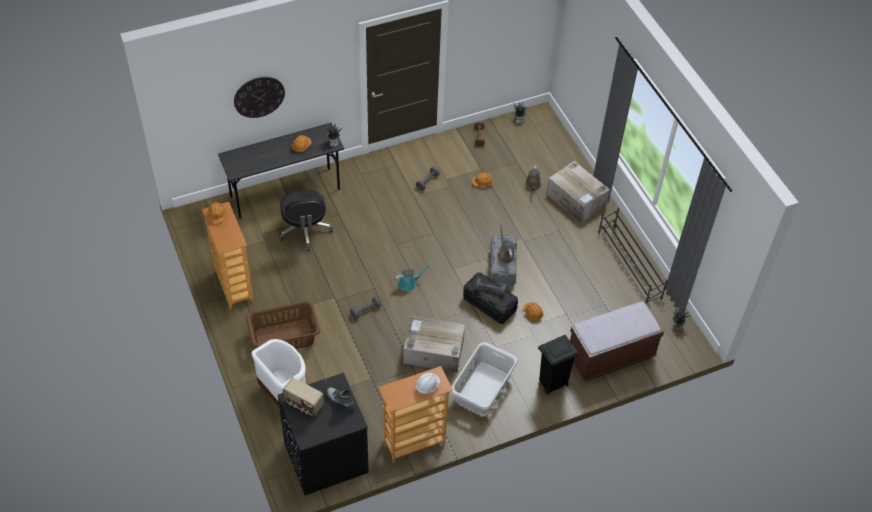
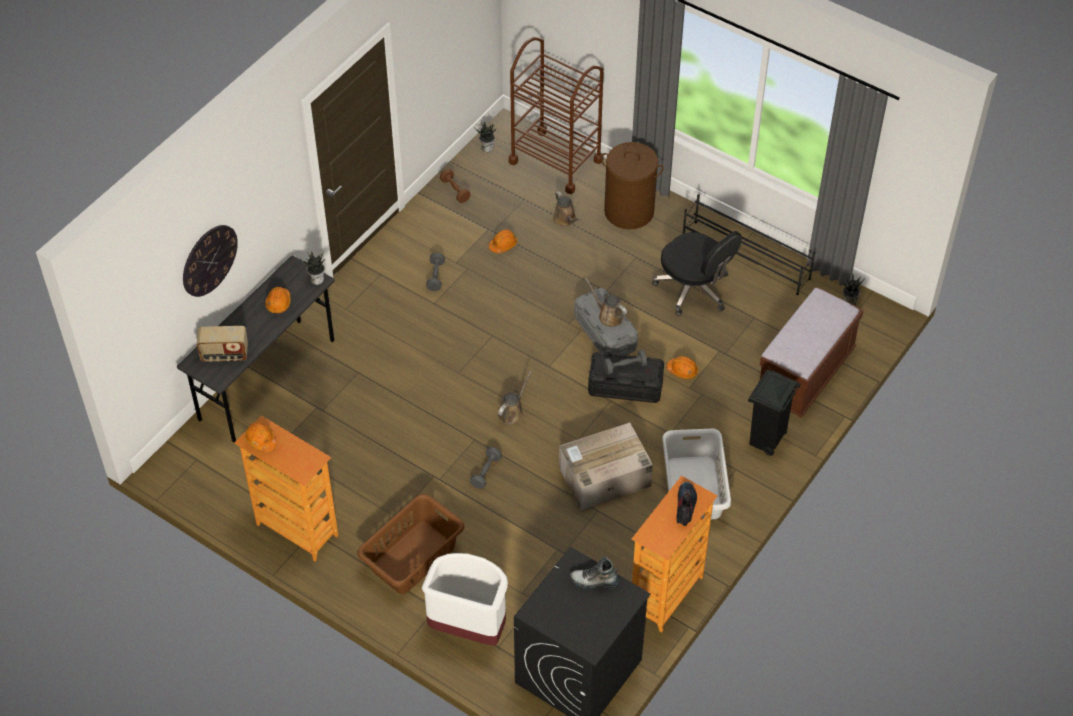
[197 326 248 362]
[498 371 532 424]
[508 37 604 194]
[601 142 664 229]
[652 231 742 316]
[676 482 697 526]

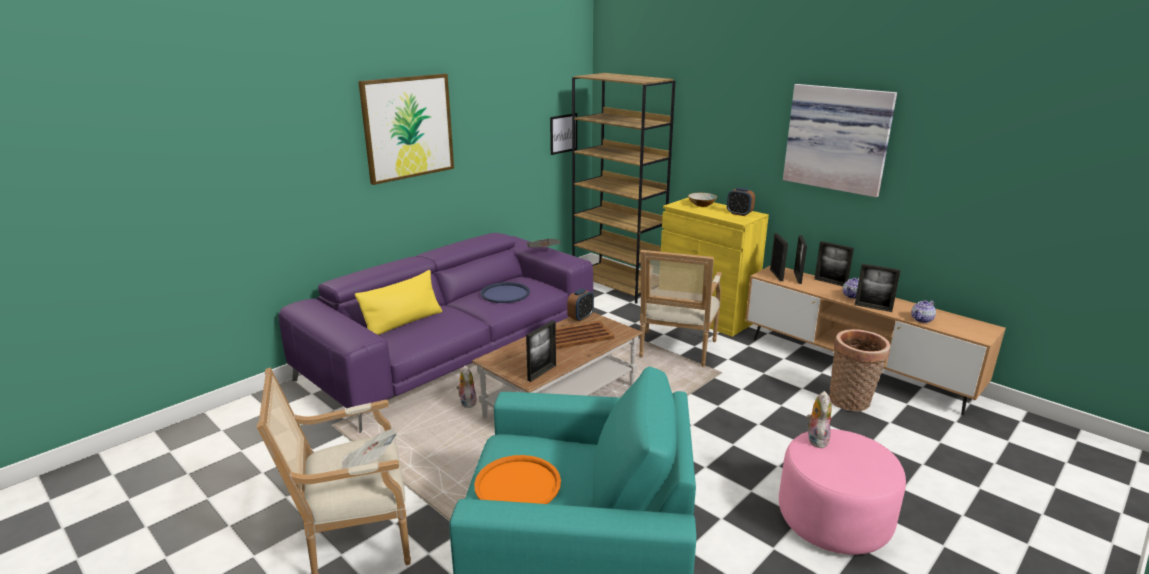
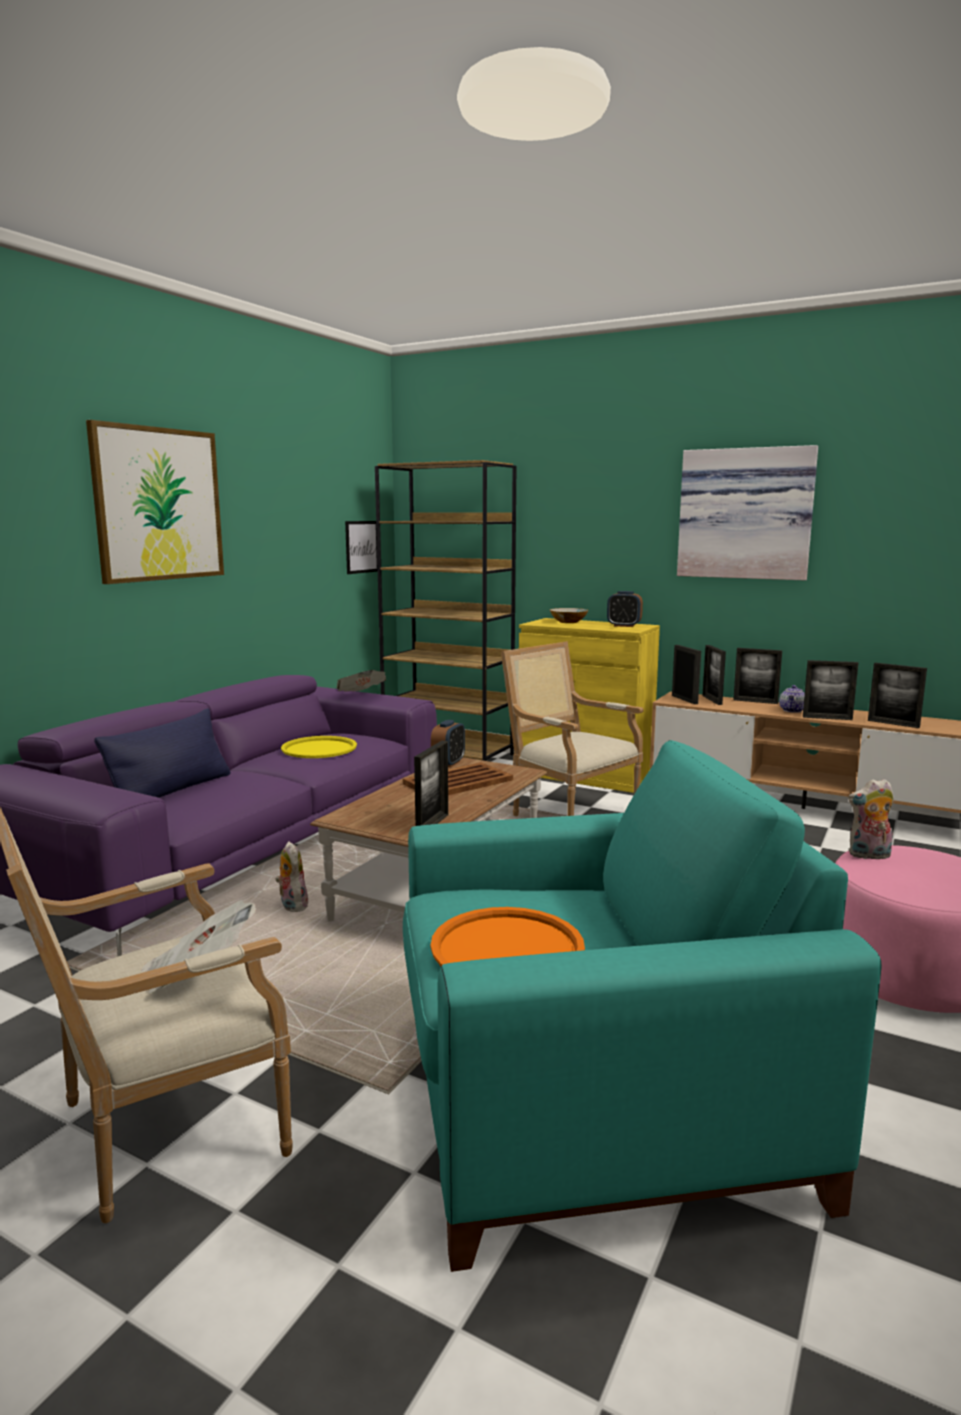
[94 708 231 798]
[281 736 357 758]
[501 641 644 816]
[848 779 894 859]
[868 663 927 728]
[829 329 890 411] (first image)

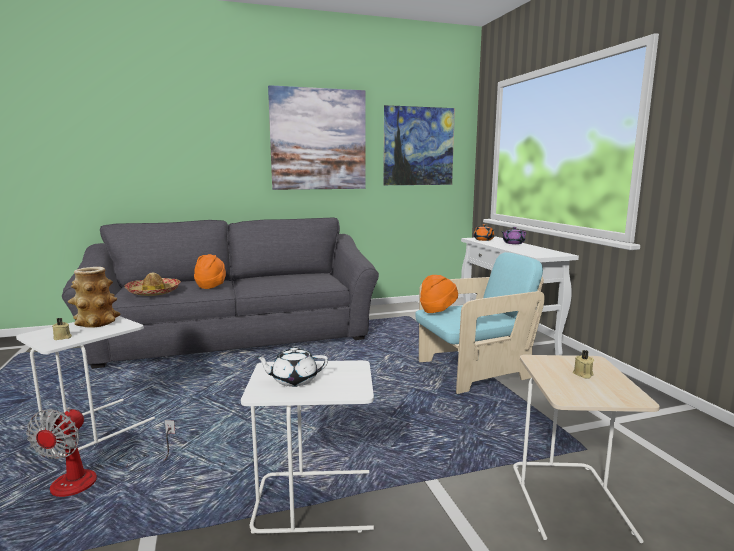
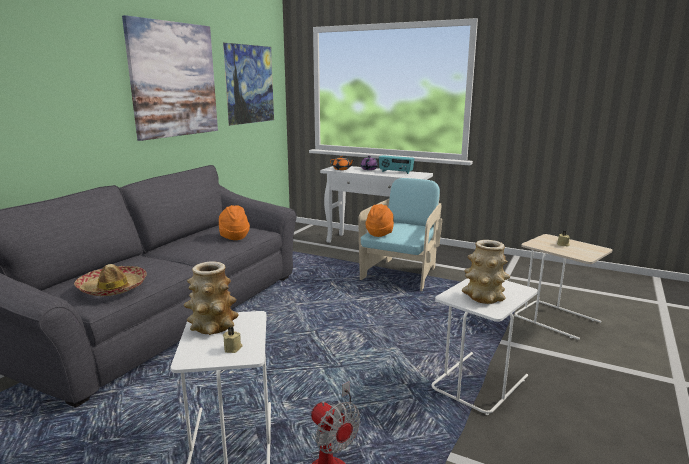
[219 205 250 240]
[379 155 415 174]
[462 240 510 304]

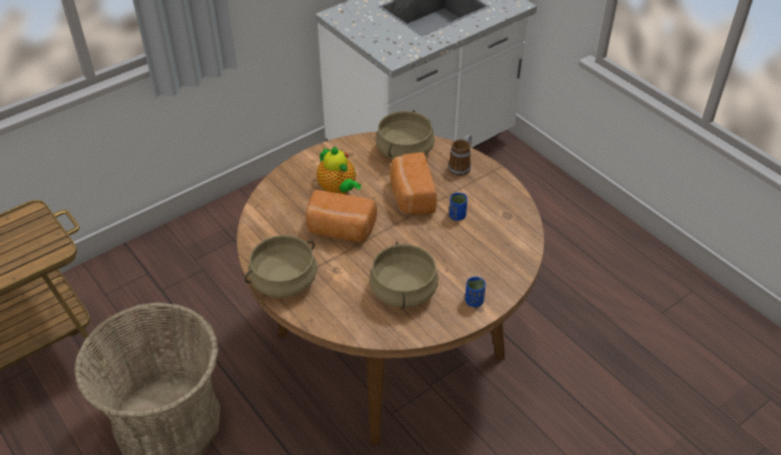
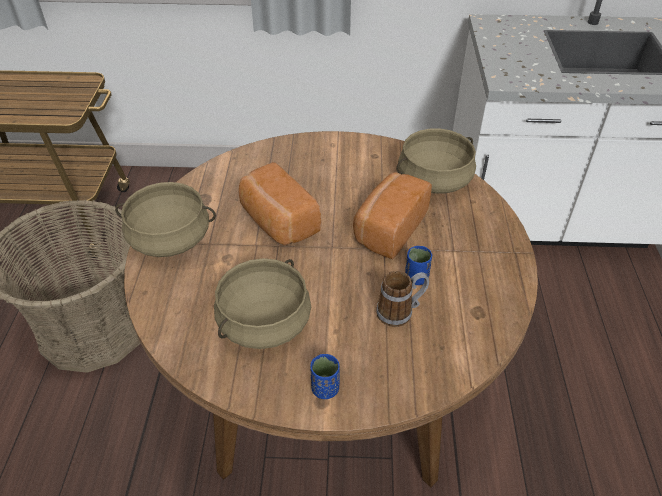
[376 271 429 327]
[316 147 361 194] (first image)

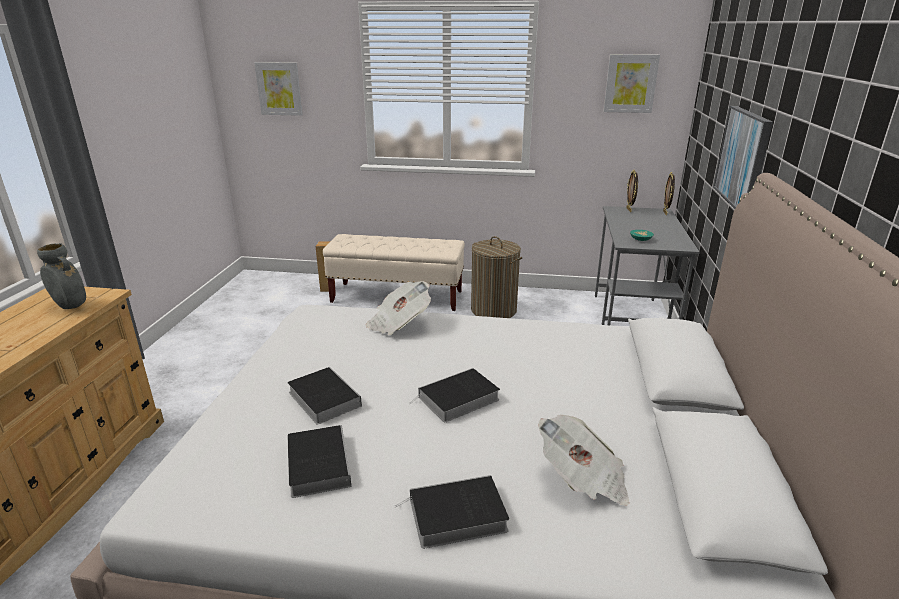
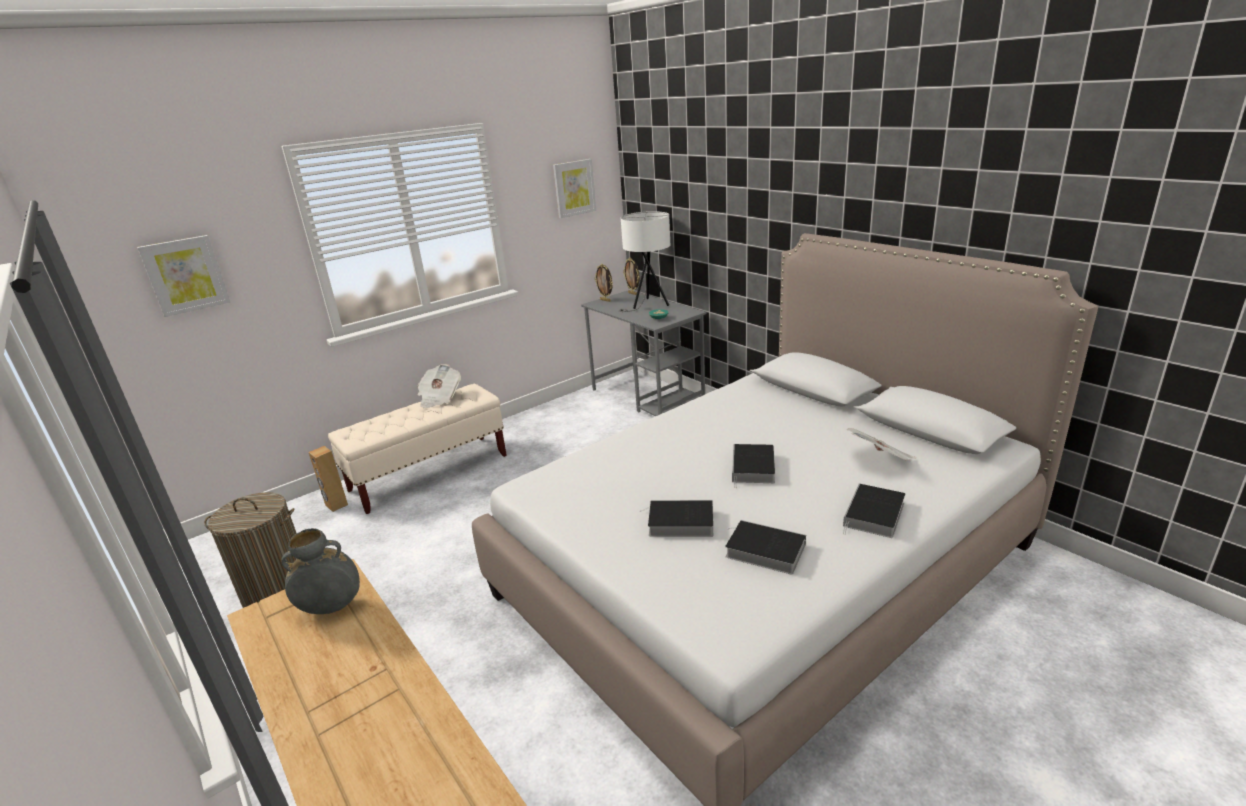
[204 492 297 608]
[418 364 461 408]
[618 211 670 312]
[713 106 773 208] (first image)

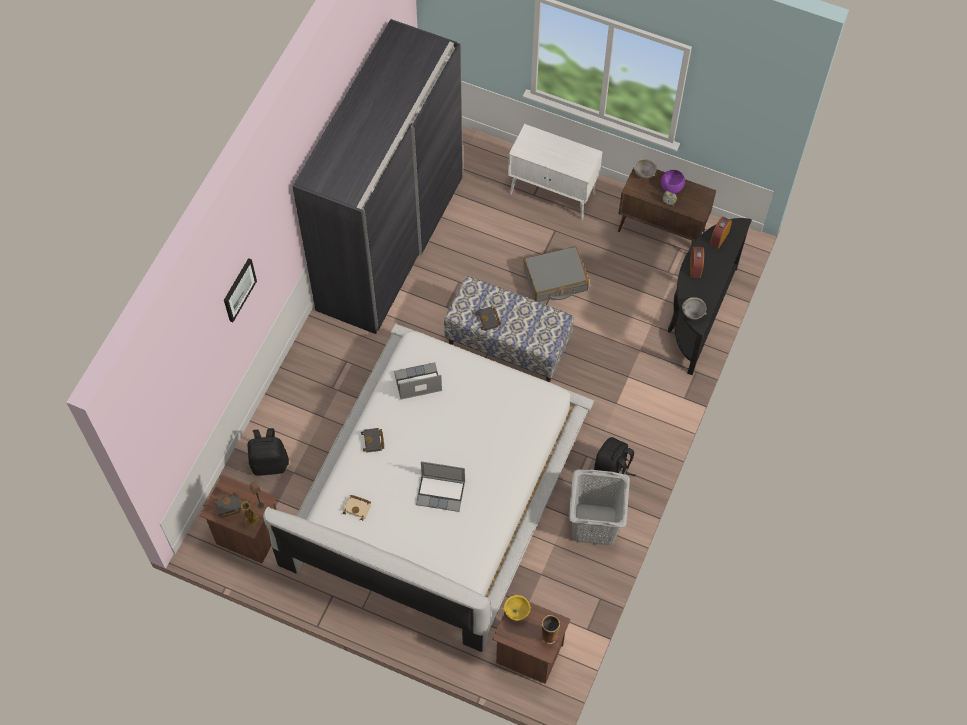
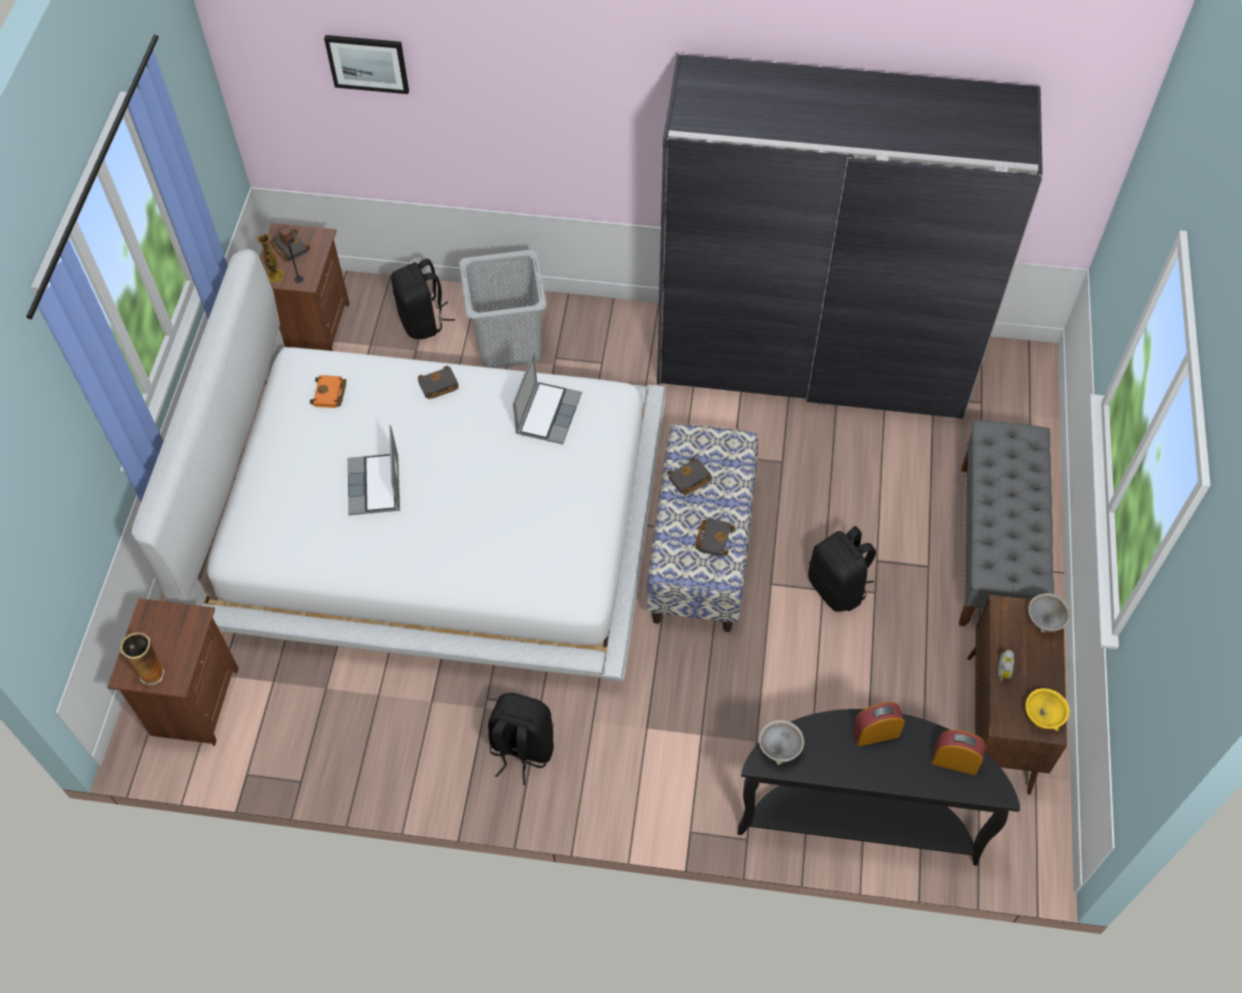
[310 375 347 408]
[324 35 409 94]
[459 250 547 368]
[513 352 582 444]
[695 518 735 557]
[808 526 876 612]
[959 420 1054 626]
[1025 688 1070 731]
[661 170 685 194] (first image)

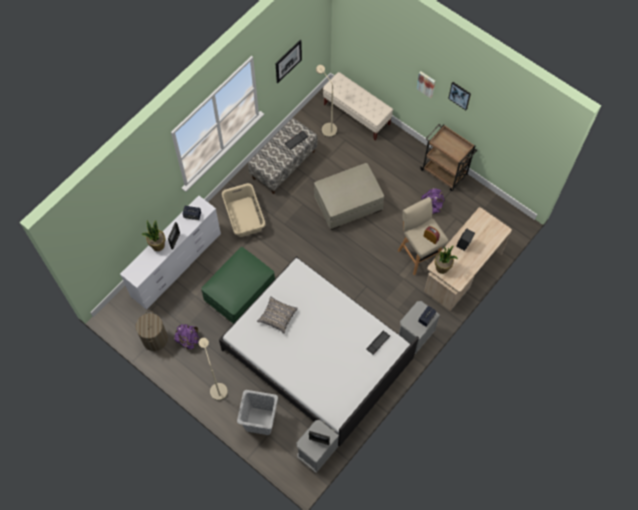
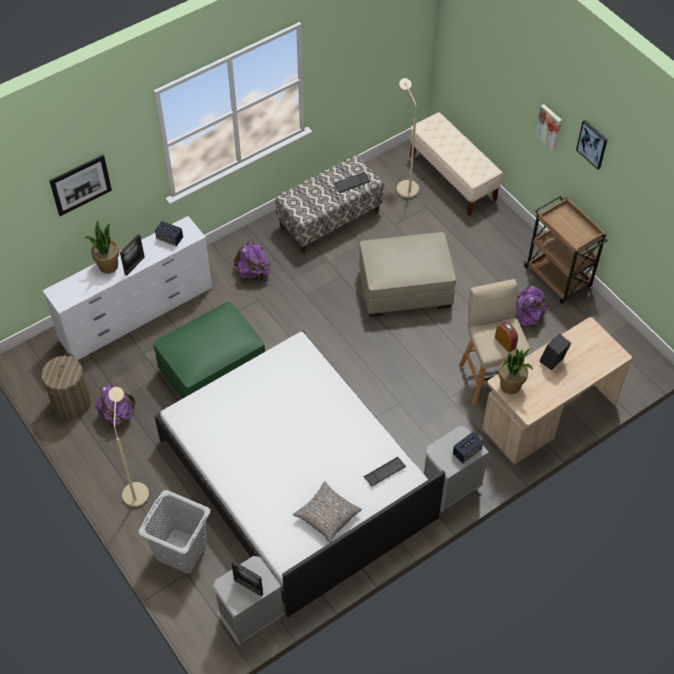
[49 155 112 216]
[233 240 271 281]
[293 481 362 543]

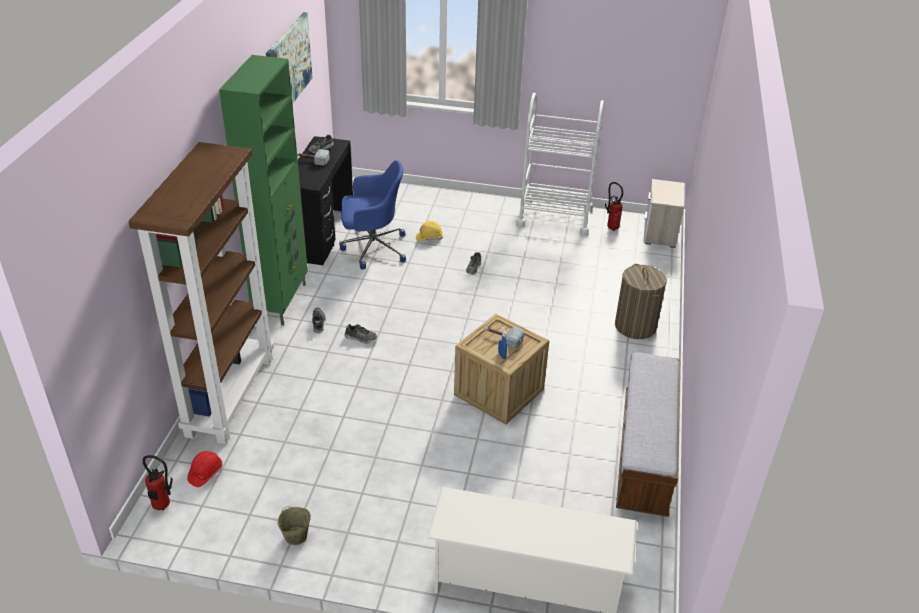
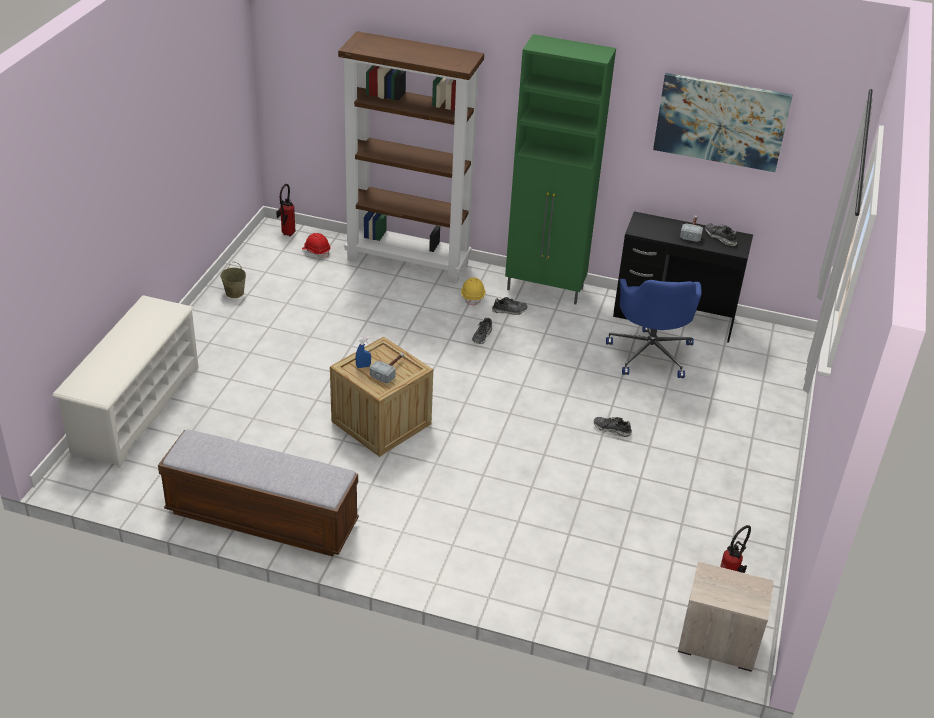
[461 278 485 306]
[516 93 604 236] (first image)
[615 264 667 339] (first image)

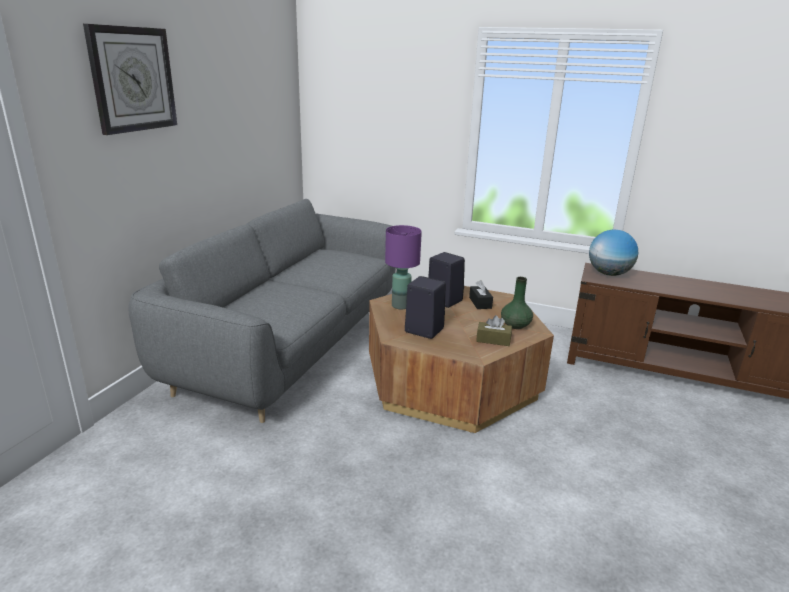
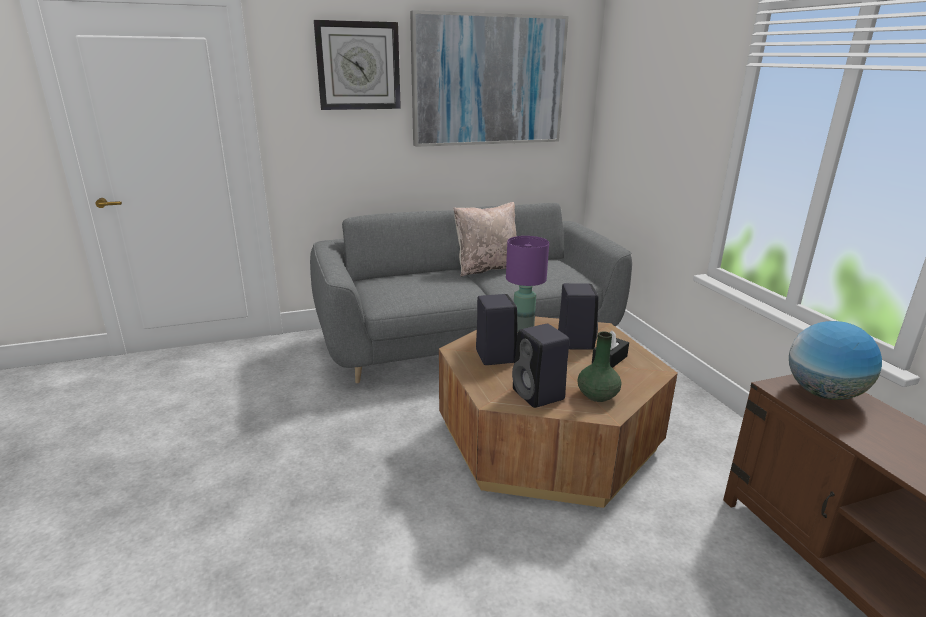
[410 10 569 147]
[453 202 516 277]
[512 324 570 408]

